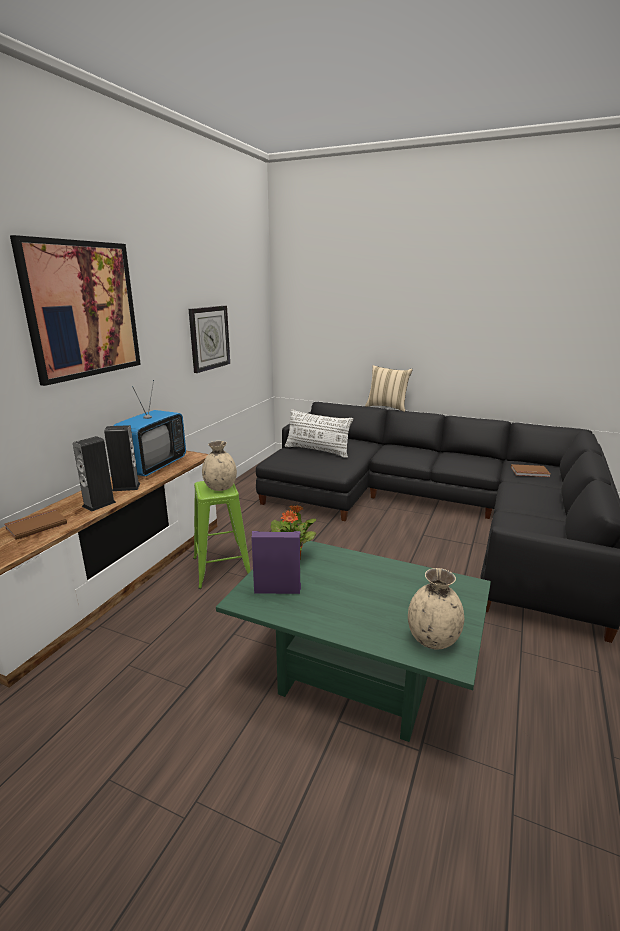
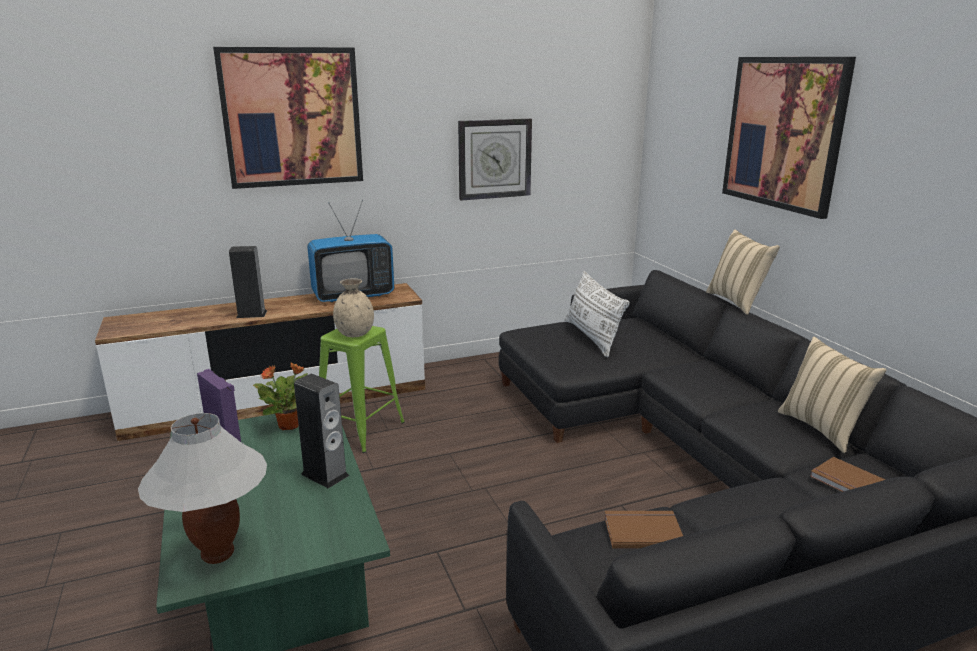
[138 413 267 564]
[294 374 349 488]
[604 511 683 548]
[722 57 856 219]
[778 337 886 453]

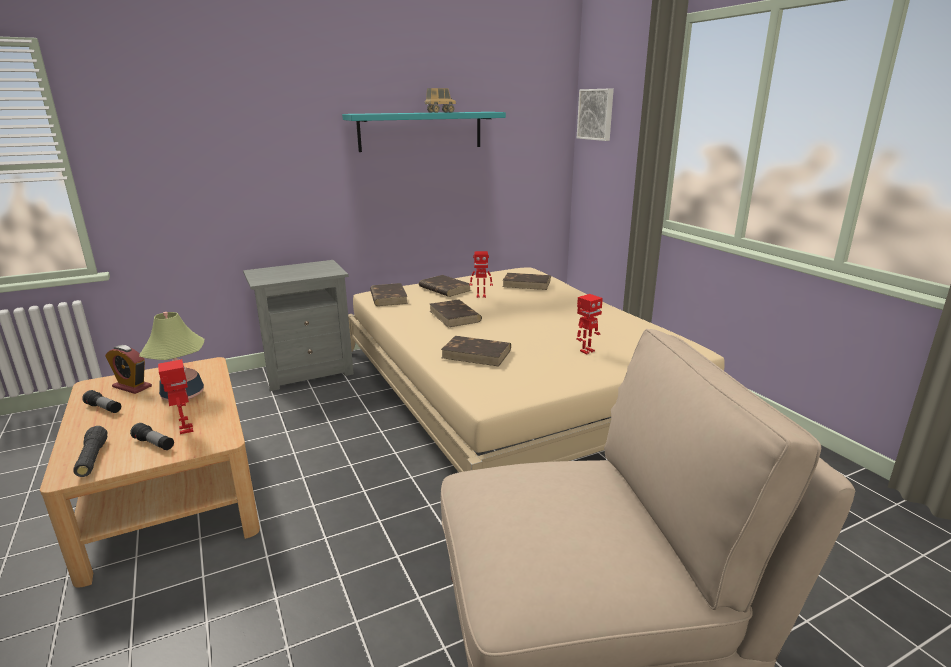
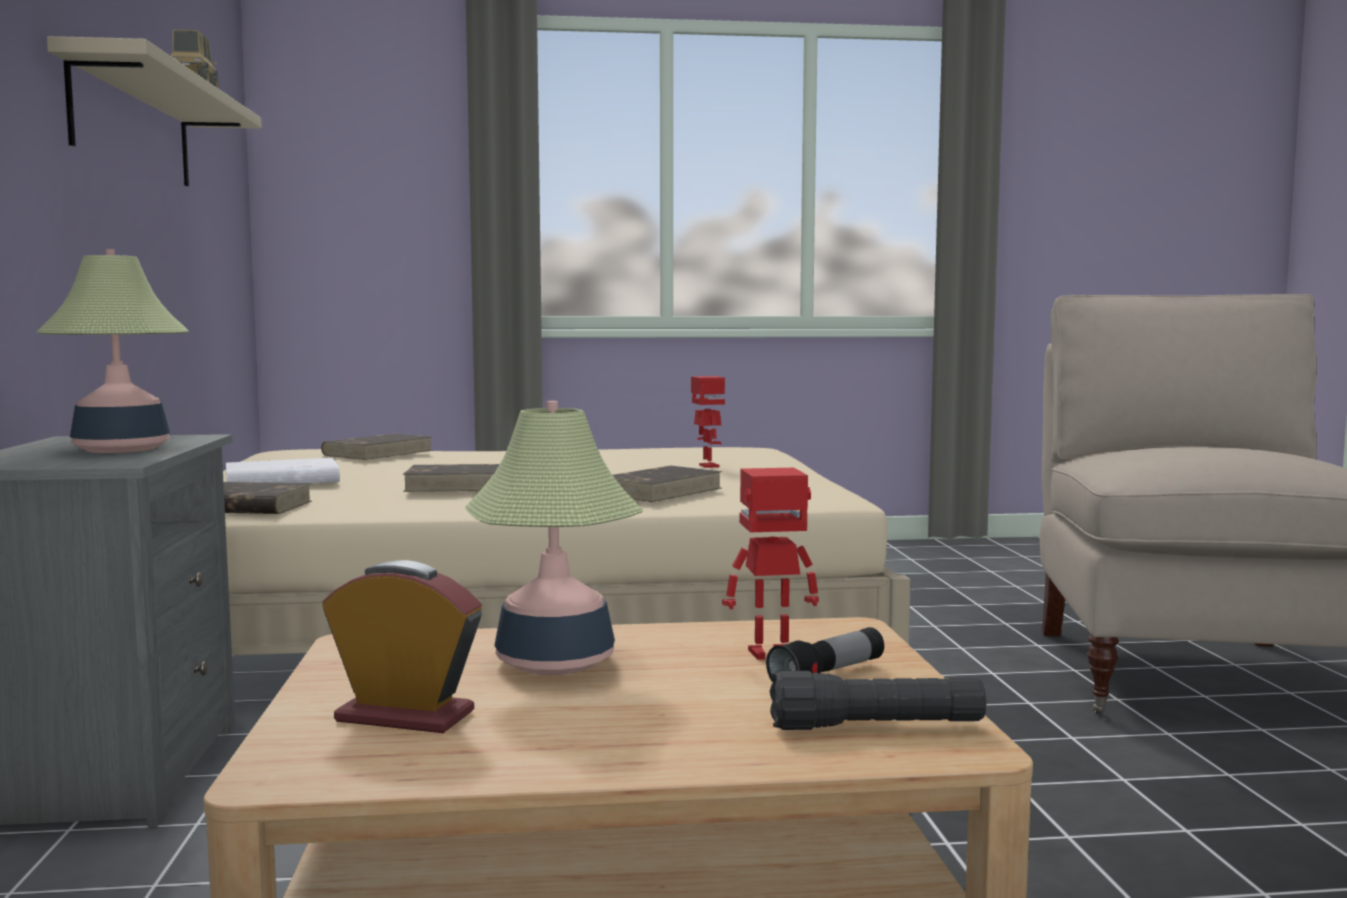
[37 249 189 453]
[47 36 262 186]
[226 458 340 483]
[322 560 482 733]
[82 390 121 413] (first image)
[469 251 493 298] (first image)
[577 89 614 141] (first image)

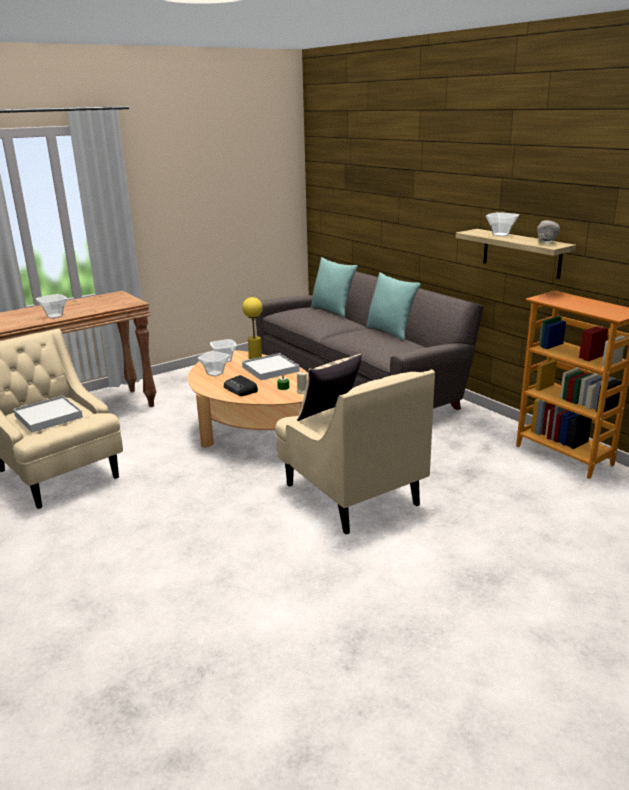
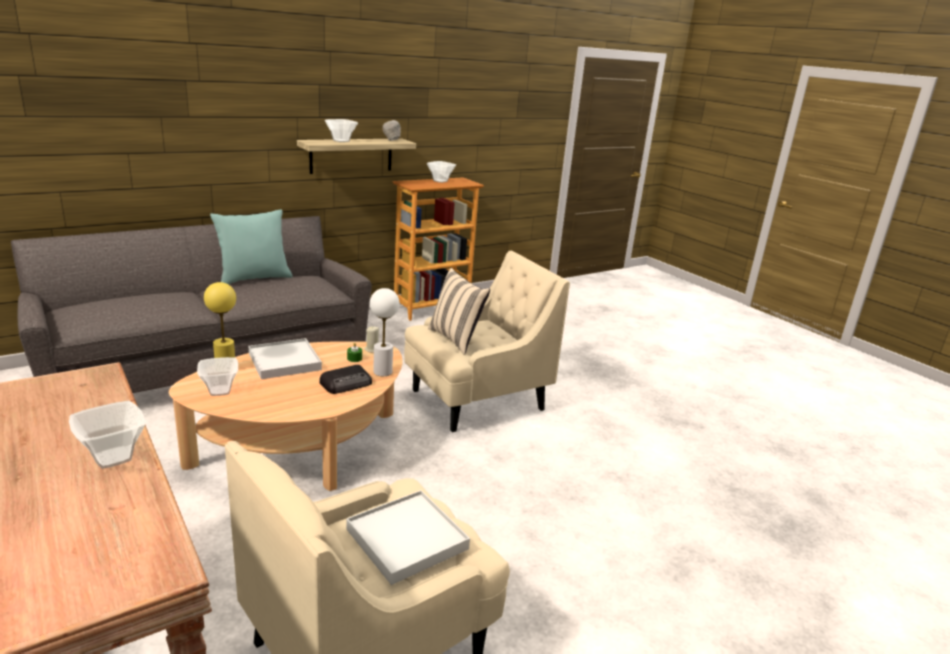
[370 288 399 376]
[427 161 456 183]
[311 257 358 318] (first image)

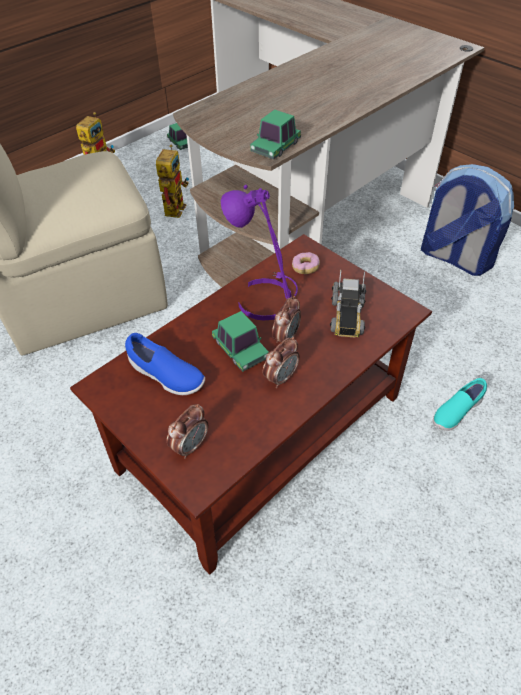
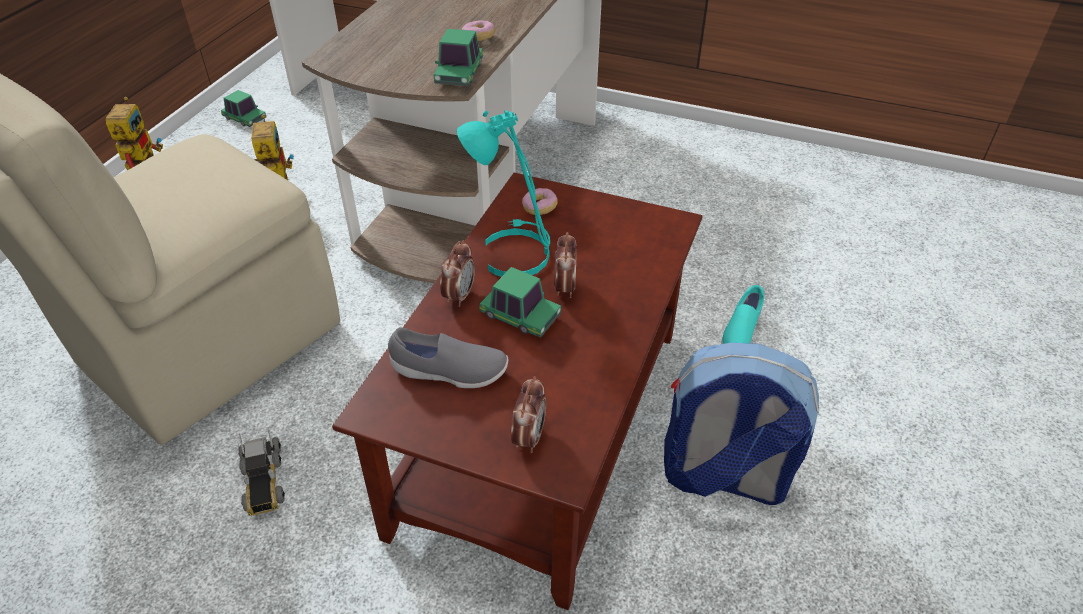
[239 427 285 516]
[388 328 508 388]
[440 240 475 307]
[457 110 550 277]
[462 21 495 41]
[664 343 819 505]

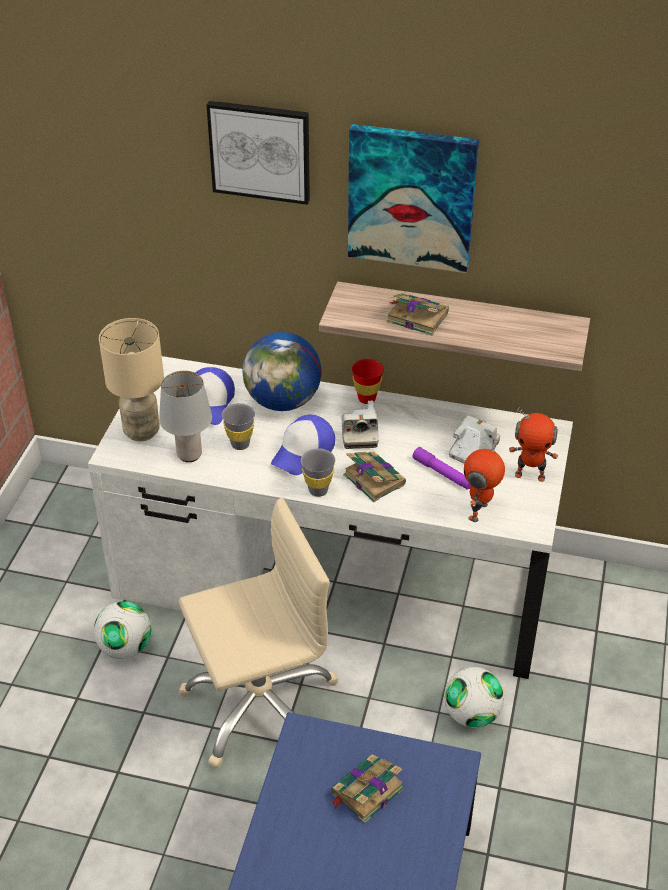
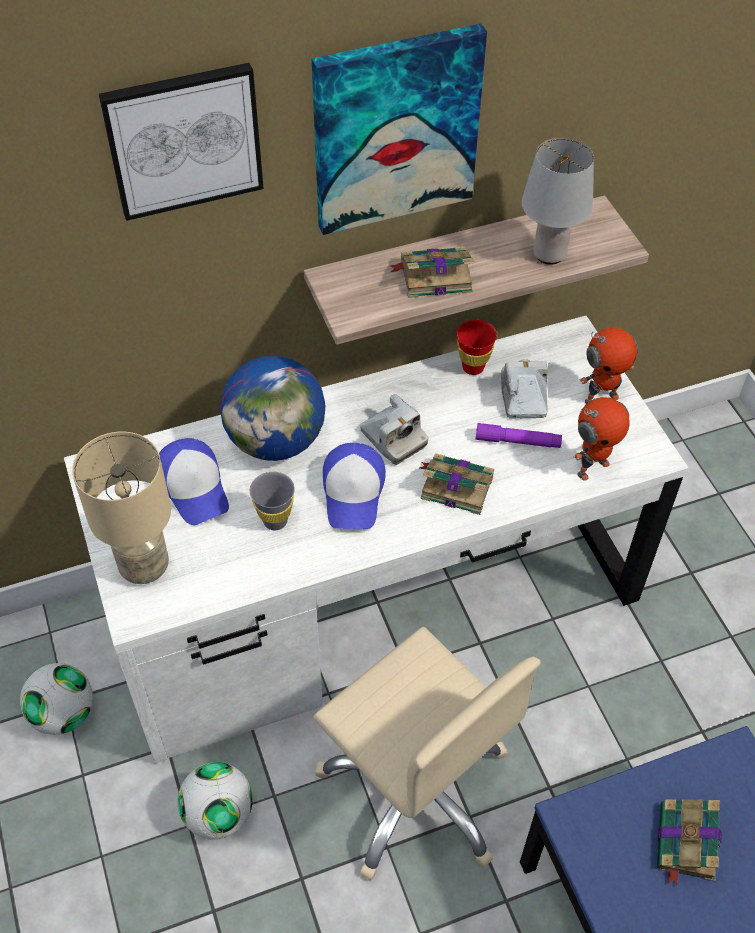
[20 663 93 735]
[314 627 541 880]
[457 320 497 375]
[522 137 594 265]
[573 397 630 481]
[301 448 335 497] (first image)

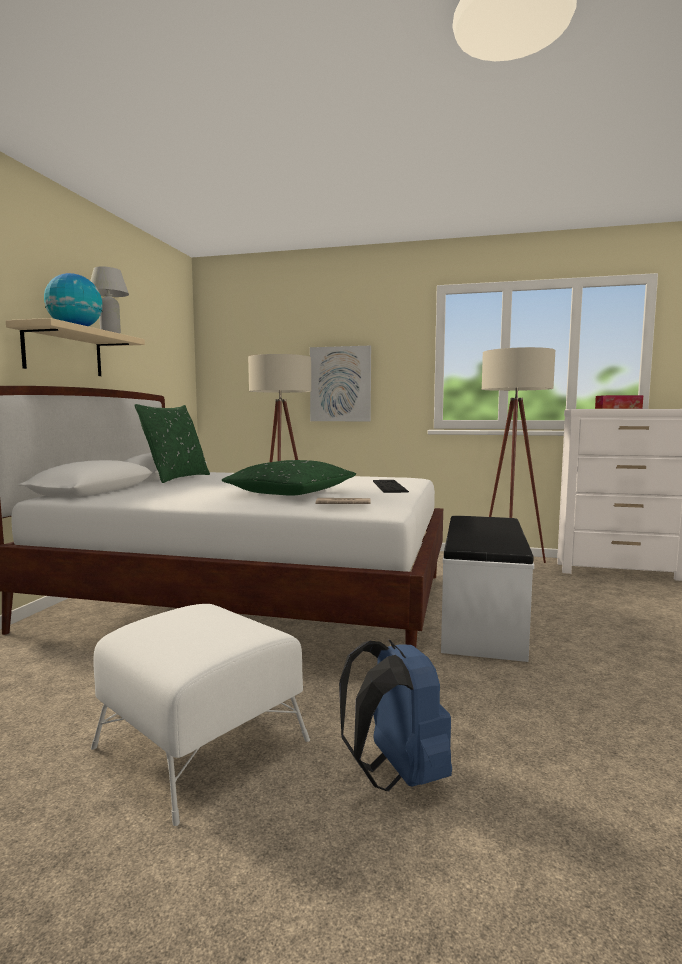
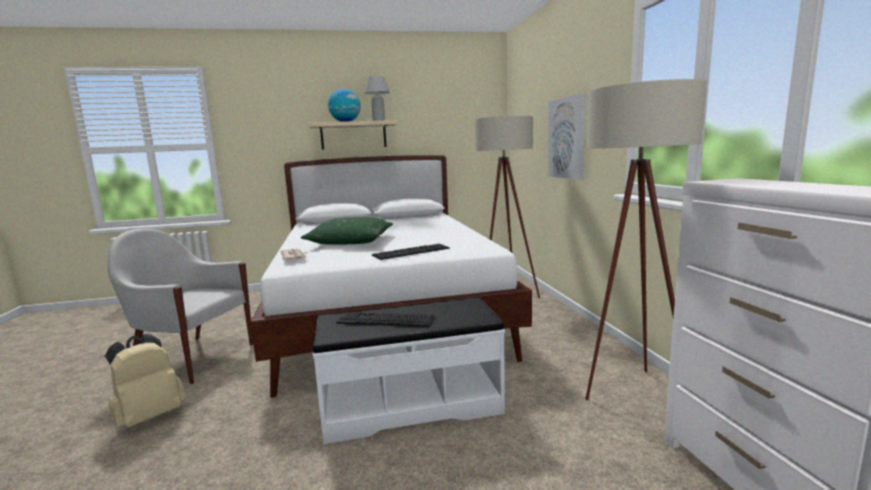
[105 334 186 428]
[108 229 253 384]
[336 312 435 327]
[134 404 210 483] (first image)
[595 395 643 409] (first image)

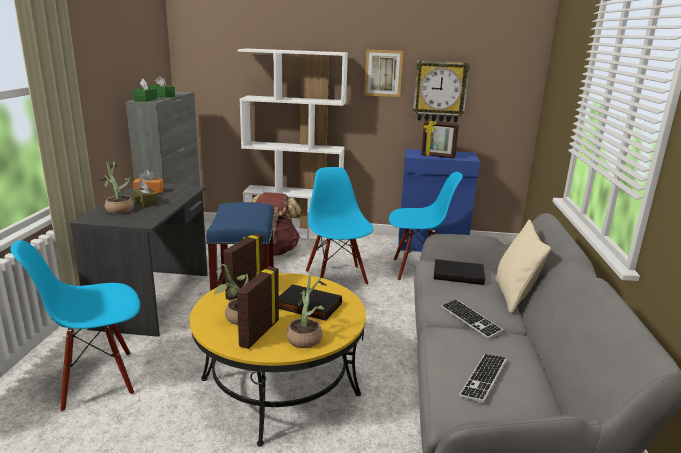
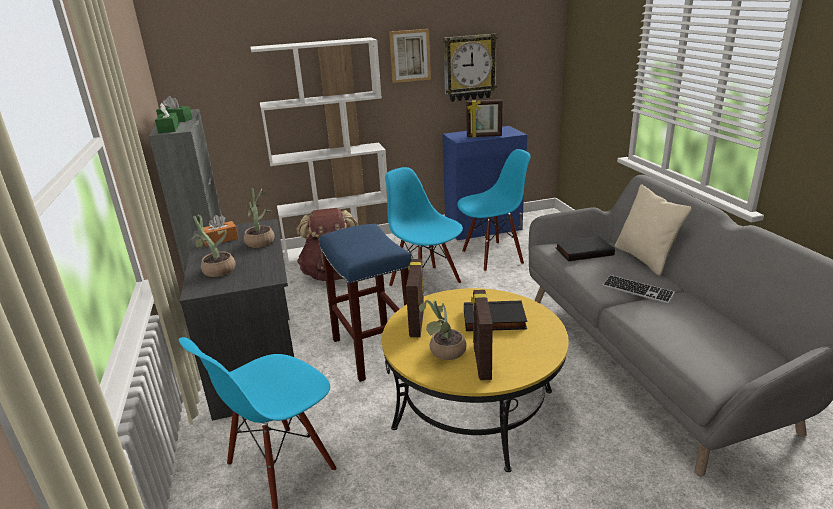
[244 188 275 248]
[132 180 159 208] (first image)
[459 354 507 404] (first image)

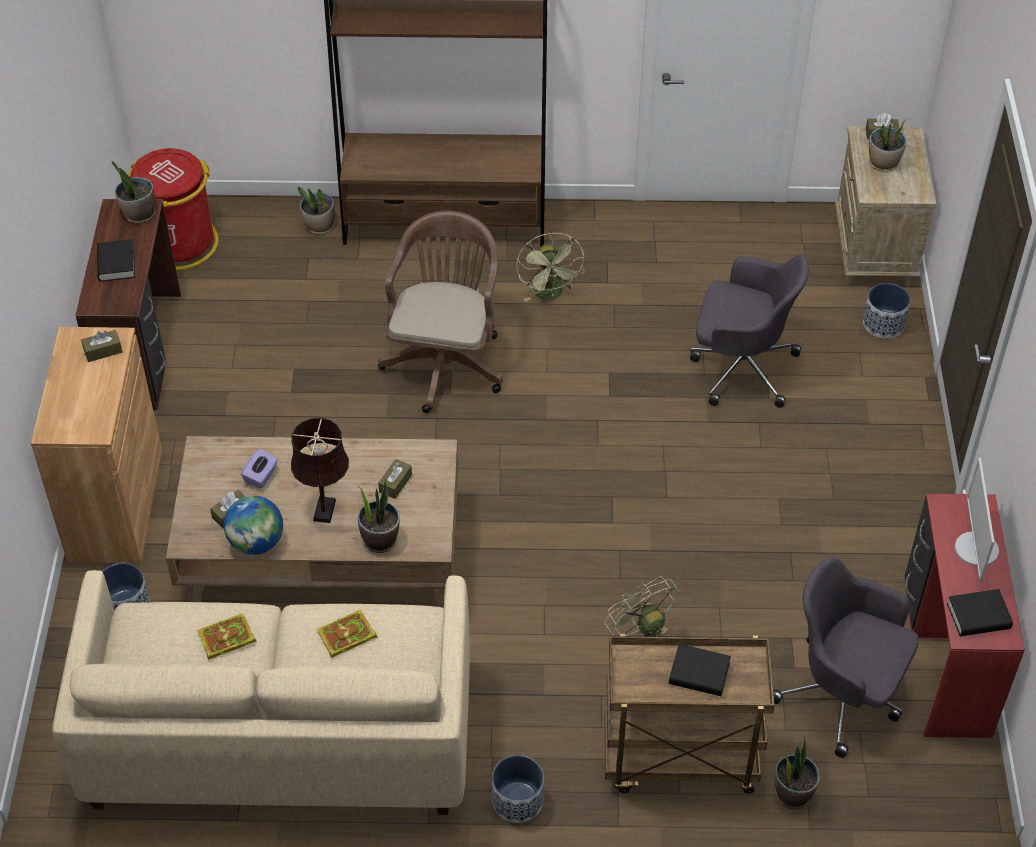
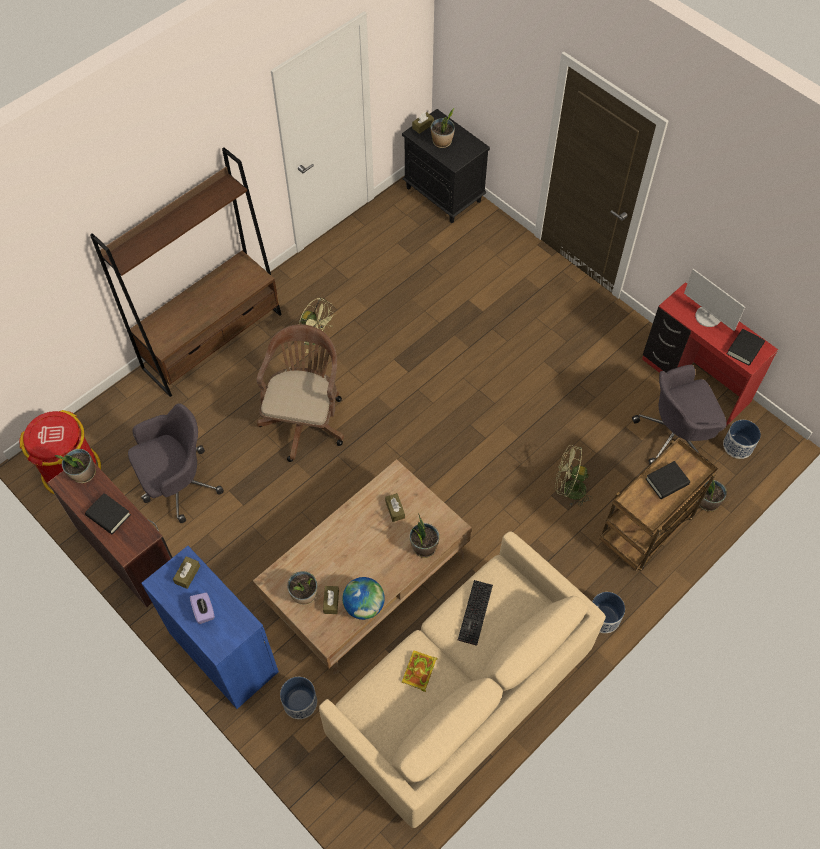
[128 404 224 523]
[141 546 279 709]
[190 592 215 624]
[257 324 344 462]
[287 571 318 605]
[402 109 490 223]
[458 580 493 646]
[723 420 761 459]
[291 418 349 523] (first image)

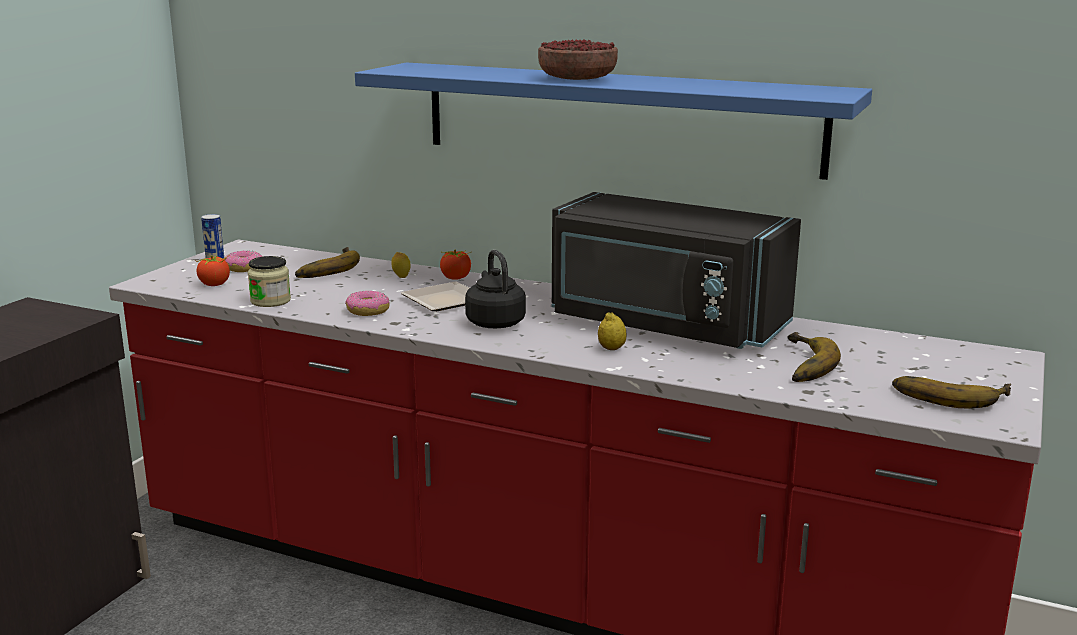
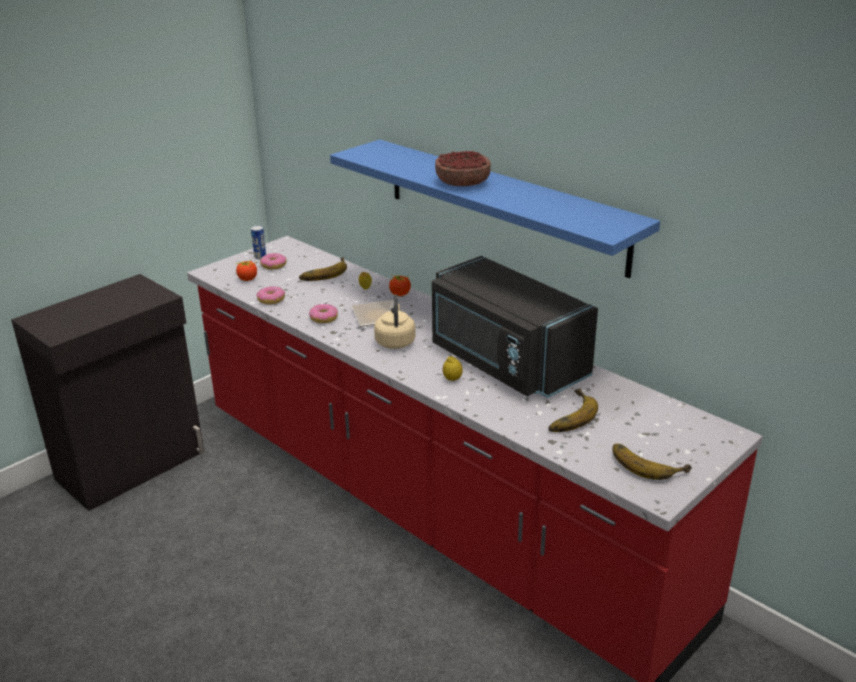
[257 286 285 305]
[374 295 416 349]

